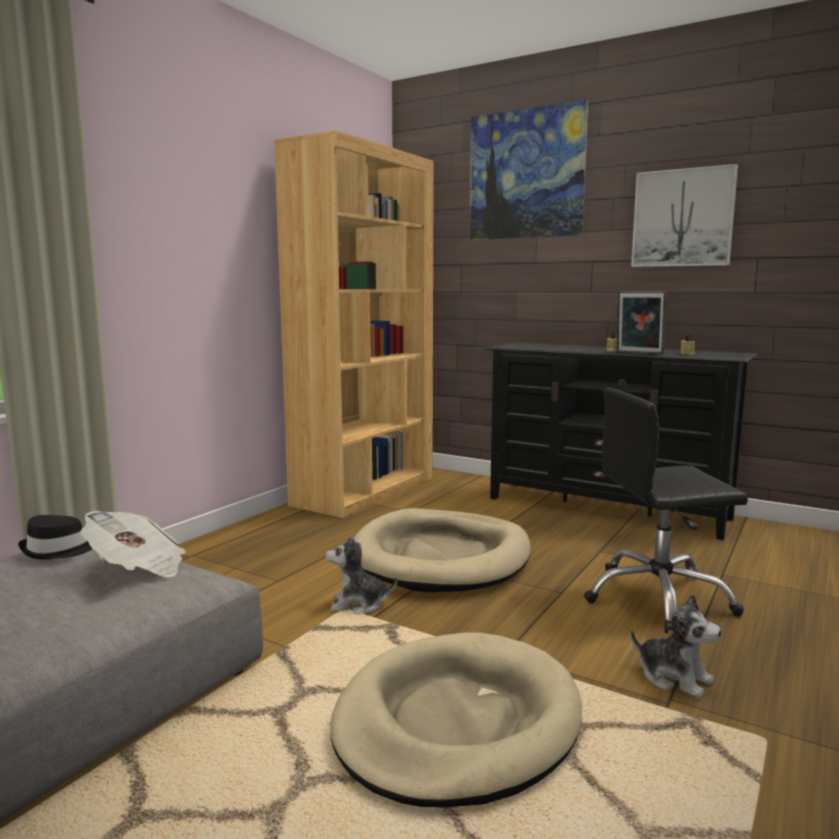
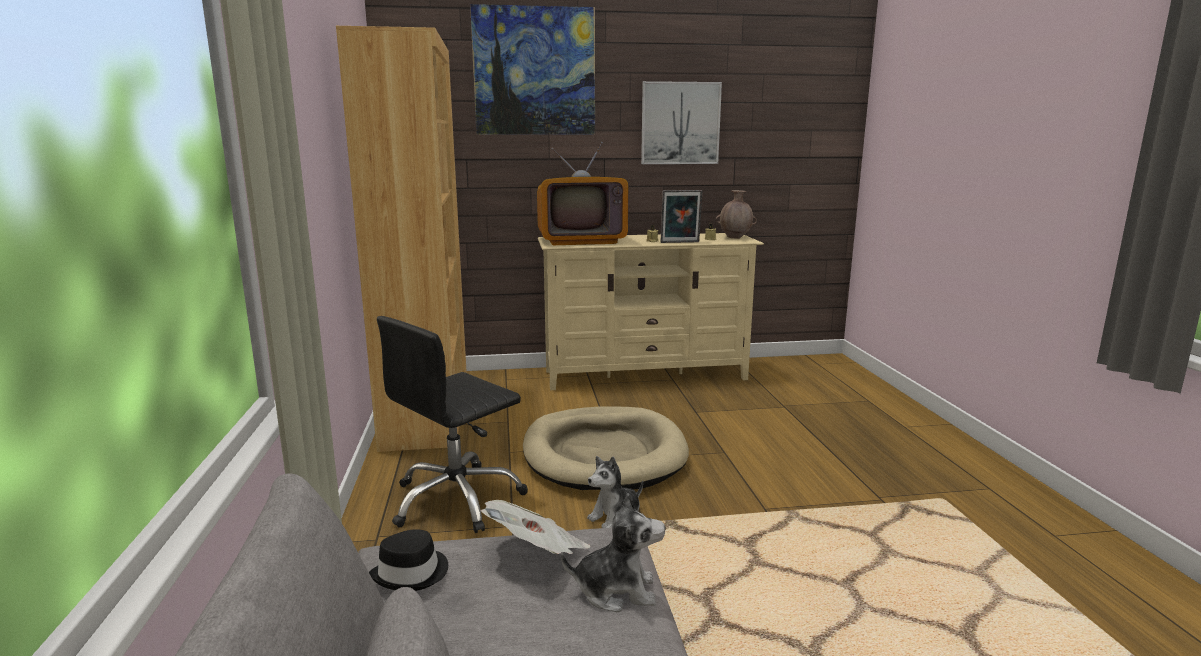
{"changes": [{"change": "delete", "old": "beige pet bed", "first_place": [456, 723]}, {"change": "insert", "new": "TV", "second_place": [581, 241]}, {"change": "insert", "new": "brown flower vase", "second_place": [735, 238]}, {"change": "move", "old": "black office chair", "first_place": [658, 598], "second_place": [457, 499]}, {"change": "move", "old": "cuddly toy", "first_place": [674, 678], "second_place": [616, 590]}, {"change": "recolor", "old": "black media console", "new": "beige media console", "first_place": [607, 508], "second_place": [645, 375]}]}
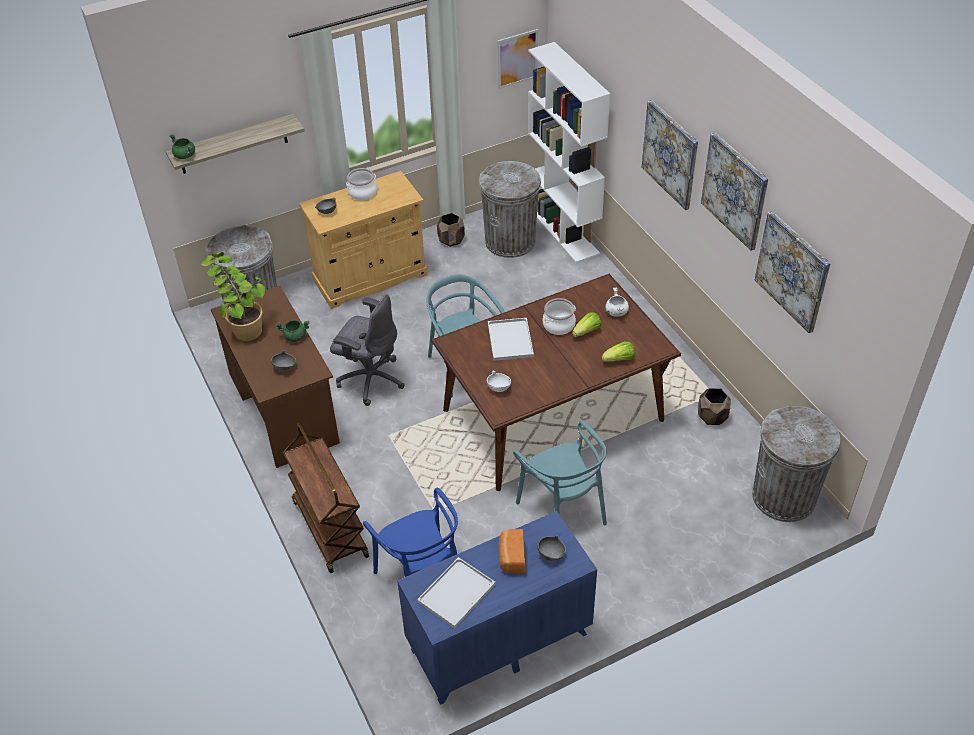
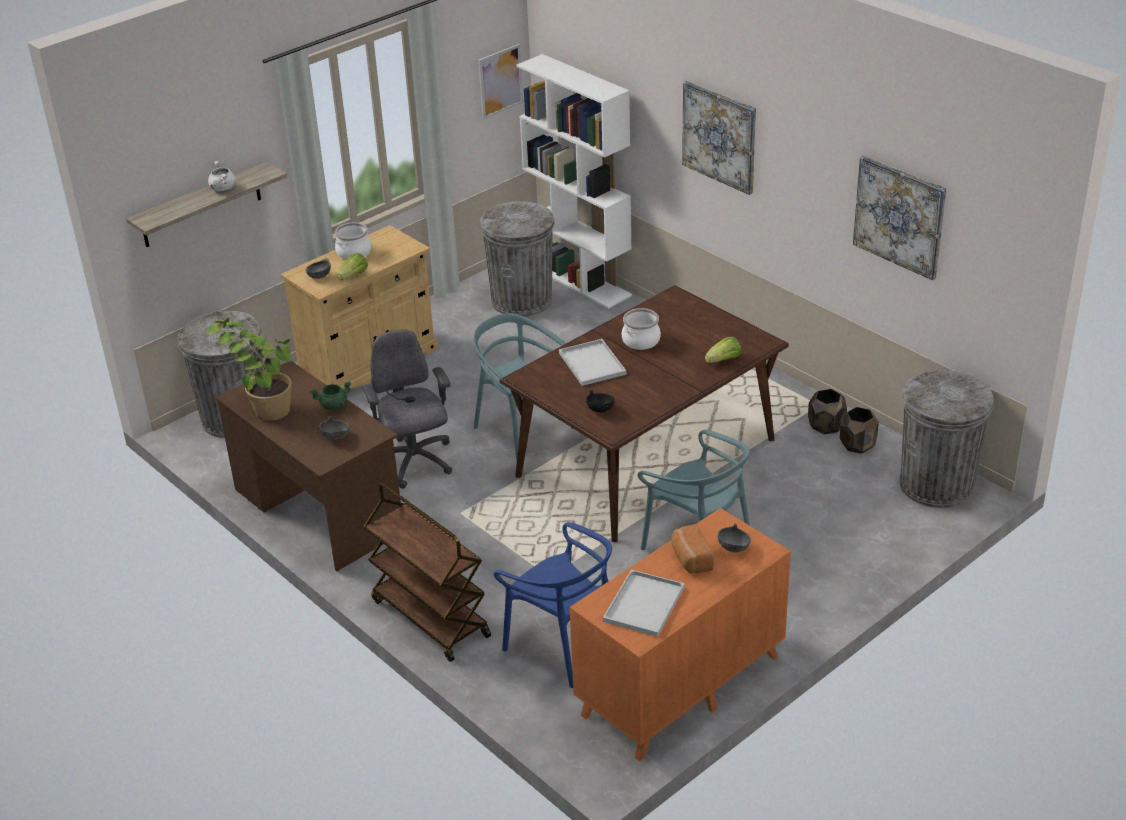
{"changes": [{"change": "delete", "old": "green cooking pot", "first_place": [185, 155]}, {"change": "delete", "old": "picture", "first_place": [735, 190]}, {"change": "move", "old": "brown flower pot", "first_place": [451, 240], "second_place": [858, 445]}, {"change": "move", "old": "lettuce", "first_place": [587, 332], "second_place": [353, 276]}, {"change": "move", "old": "white cooking pot", "first_place": [616, 312], "second_place": [222, 188]}, {"change": "recolor", "old": "blue-coloured drawer chest", "new": "orange drawer chest", "first_place": [498, 642], "second_place": [680, 686]}, {"change": "recolor", "old": "white serving bowl", "new": "black serving bowl", "first_place": [499, 387], "second_place": [600, 409]}, {"change": "rotate", "old": "grey office chair", "first_place": [370, 379], "second_place": [414, 462], "degrees": -120}]}
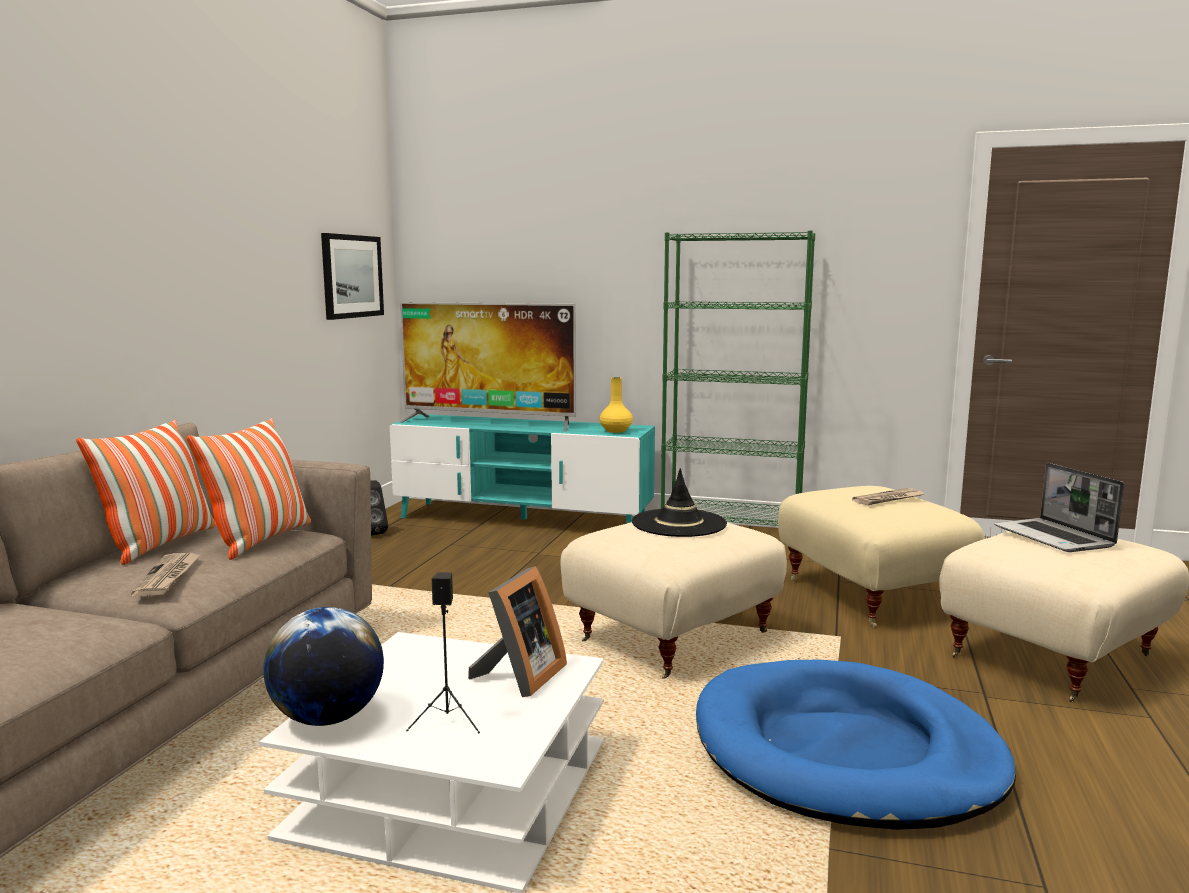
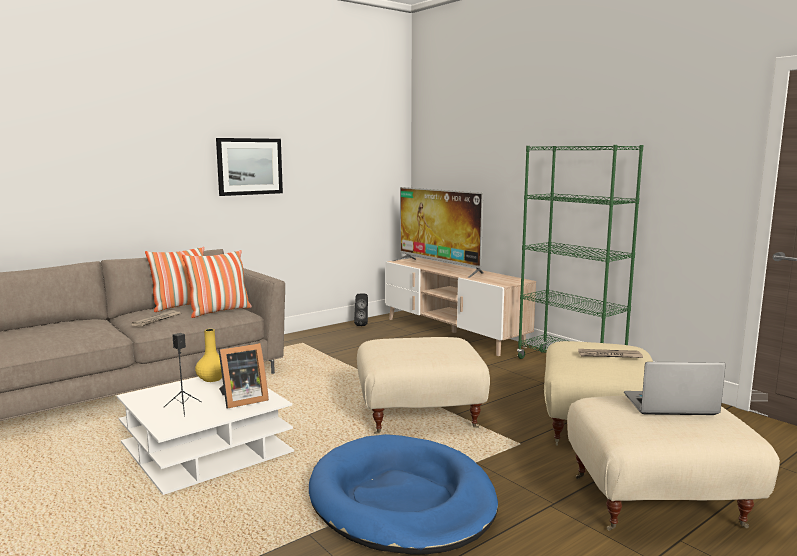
{"changes": [{"change": "delete", "old": "desk globe", "first_place": [328, 718]}, {"change": "delete", "old": "black clothing hat", "first_place": [679, 523]}, {"change": "move", "old": "picture", "first_place": [352, 276], "second_place": [249, 166]}, {"change": "move", "old": "yellowish flower vase", "first_place": [616, 431], "second_place": [212, 379]}, {"change": "recolor", "old": "turquoise-coloured media console", "new": "beige media console", "first_place": [522, 519], "second_place": [452, 332]}, {"change": "rotate", "old": "notebook computer", "first_place": [1055, 537], "second_place": [669, 405], "degrees": 75}]}
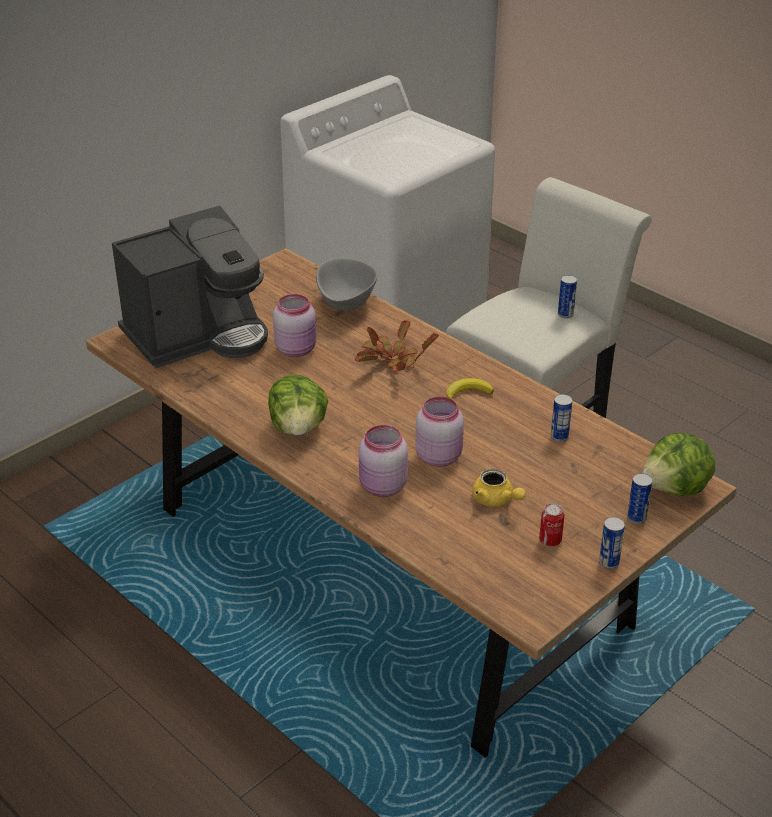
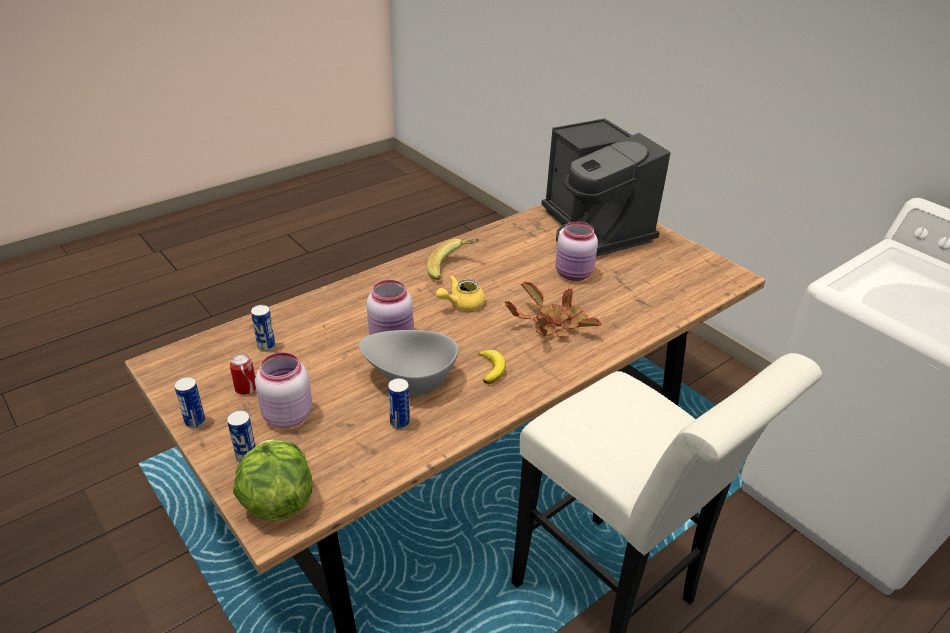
{"changes": [{"change": "move", "old": "grey serving bowl", "first_place": [345, 306], "second_place": [410, 381]}, {"change": "move", "old": "pinkish preserve jar", "first_place": [382, 487], "second_place": [287, 415]}, {"change": "move", "old": "yellowish pot for tea", "first_place": [496, 500], "second_place": [461, 304]}, {"change": "move", "old": "can", "first_place": [565, 314], "second_place": [266, 346]}, {"change": "replace", "old": "lettuce", "new": "banana fruit", "first_place": [299, 428], "second_place": [453, 269]}]}
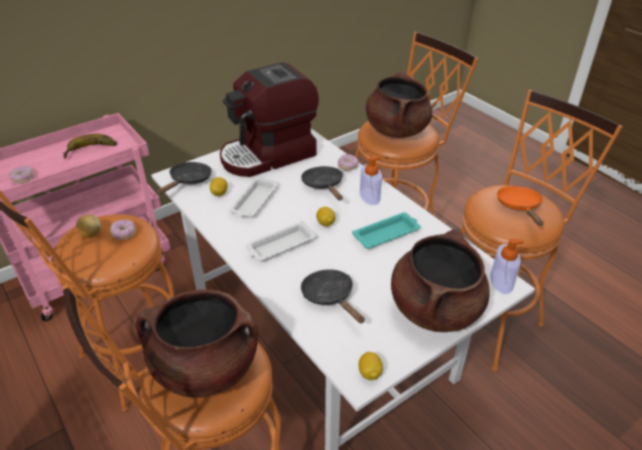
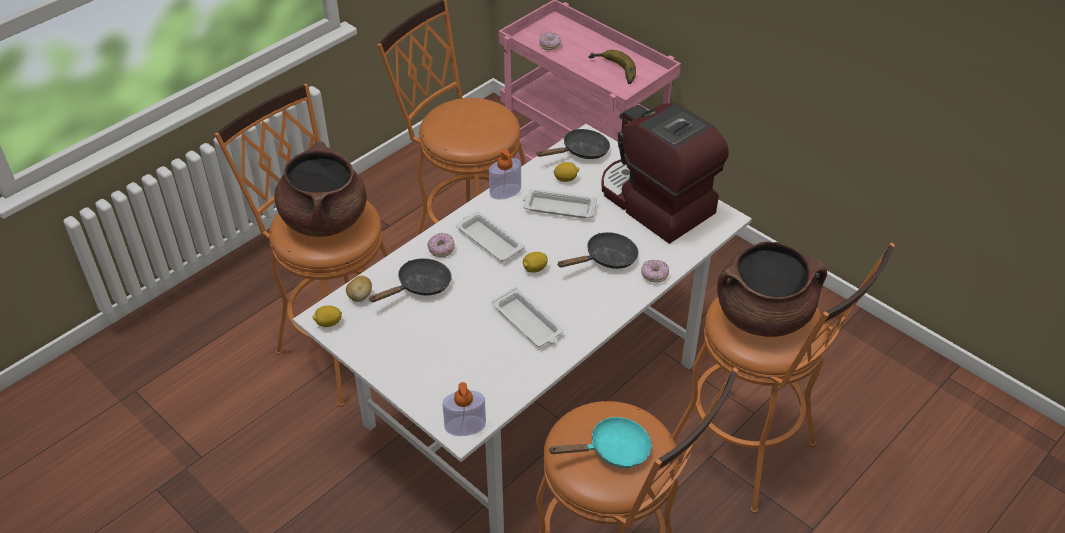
{"changes": [{"change": "delete", "old": "brown cooking pot", "first_place": [435, 308]}, {"change": "move", "old": "potato", "first_place": [90, 233], "second_place": [360, 296]}, {"change": "move", "old": "donut", "first_place": [124, 234], "second_place": [441, 249]}, {"change": "move", "old": "soap bottle", "first_place": [369, 196], "second_place": [505, 191]}, {"change": "recolor", "old": "turquoise-coloured tray", "new": "white tray", "first_place": [387, 234], "second_place": [528, 322]}, {"change": "recolor", "old": "orange skillet", "new": "turquoise-coloured skillet", "first_place": [519, 206], "second_place": [613, 450]}, {"change": "rotate", "old": "black skillet", "first_place": [188, 181], "second_place": [581, 152], "degrees": -45}]}
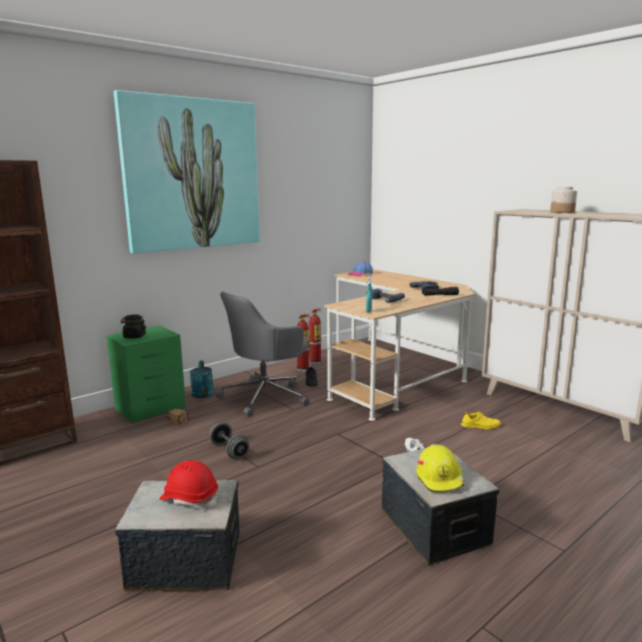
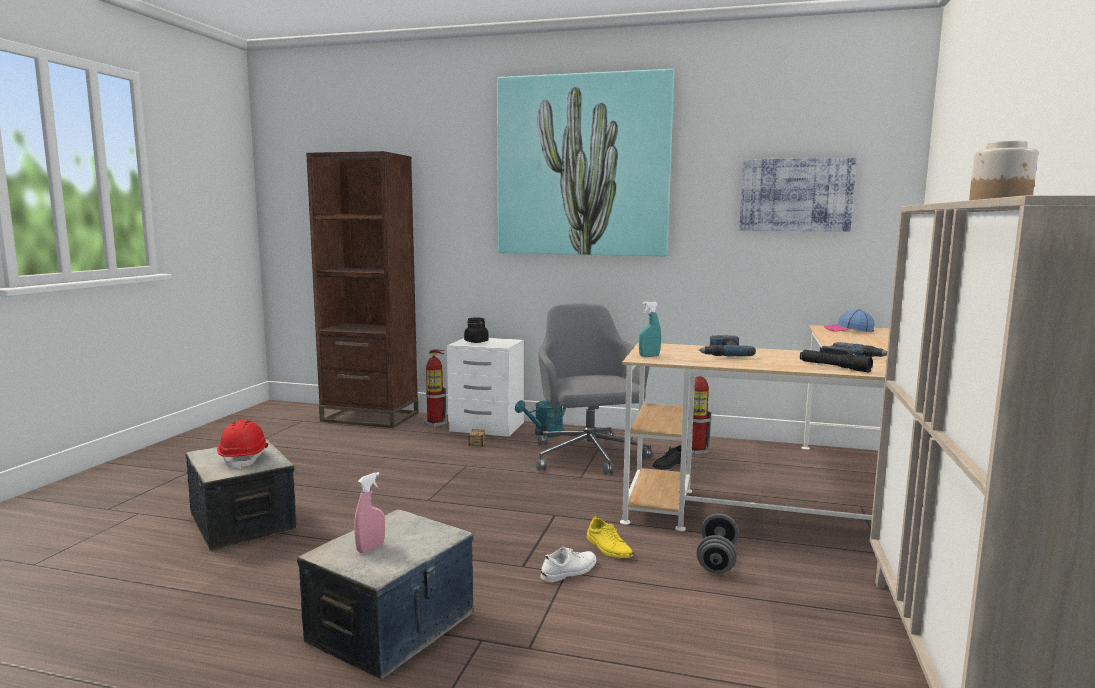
{"changes": [{"change": "insert", "new": "picture", "second_place": [795, 195]}, {"change": "move", "old": "grey free weight", "first_place": [229, 451], "second_place": [717, 559]}, {"change": "move", "old": "extinguisher", "first_place": [315, 362], "second_place": [435, 424]}, {"change": "move", "old": "yellowish low shoe", "first_place": [480, 426], "second_place": [608, 548]}, {"change": "replace", "old": "yellowish hard hat", "new": "pinkish spray bottle", "first_place": [440, 478], "second_place": [370, 548]}, {"change": "recolor", "old": "green bedside table", "new": "white bedside table", "first_place": [152, 407], "second_place": [488, 427]}, {"change": "rotate", "old": "grey office chair", "first_place": [265, 396], "second_place": [588, 457], "degrees": 60}]}
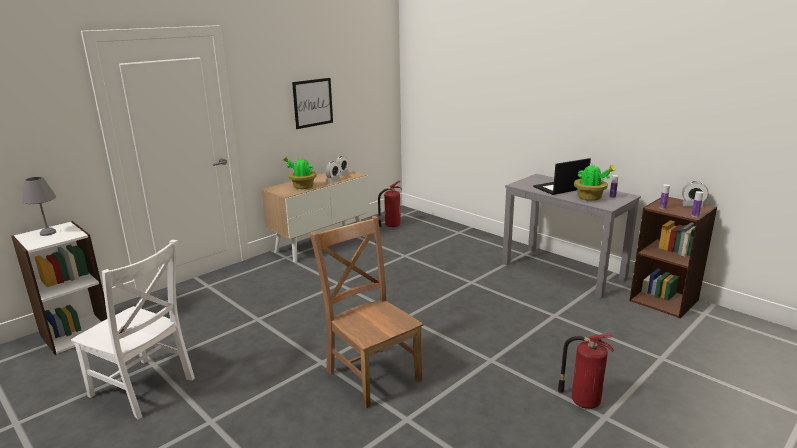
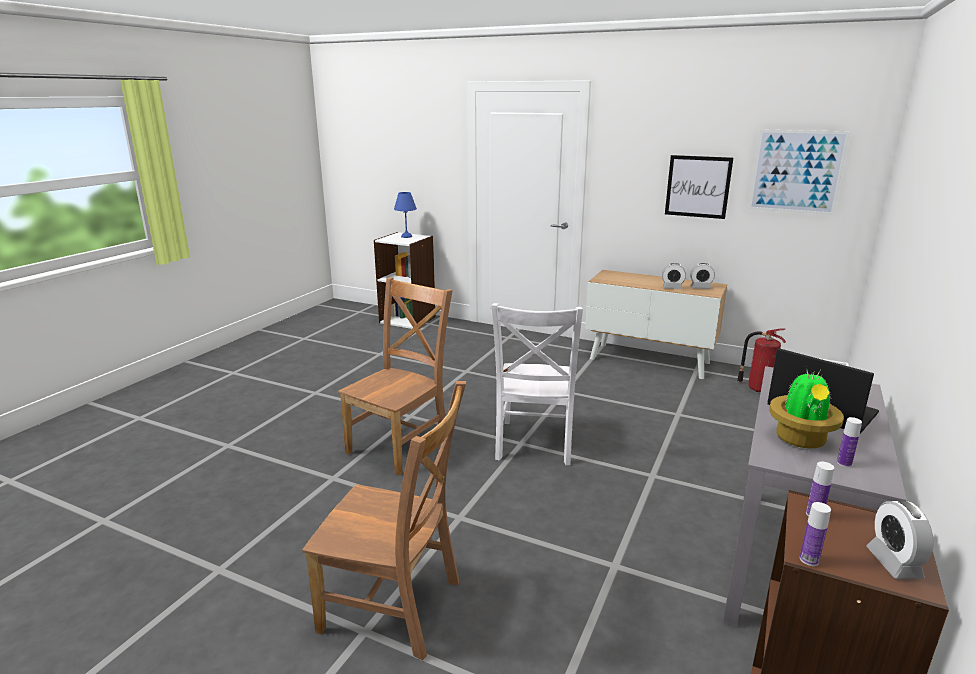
{"changes": [{"change": "delete", "old": "plant in a pot", "first_place": [302, 187]}, {"change": "insert", "new": "picture", "second_place": [796, 172]}, {"change": "move", "old": "white chair", "first_place": [144, 389], "second_place": [534, 444]}, {"change": "replace", "old": "extinguisher", "new": "brown chair", "first_place": [583, 401], "second_place": [396, 608]}, {"change": "recolor", "old": "grey lamp for a table", "new": "blue-coloured lamp for a table", "first_place": [48, 233], "second_place": [406, 236]}]}
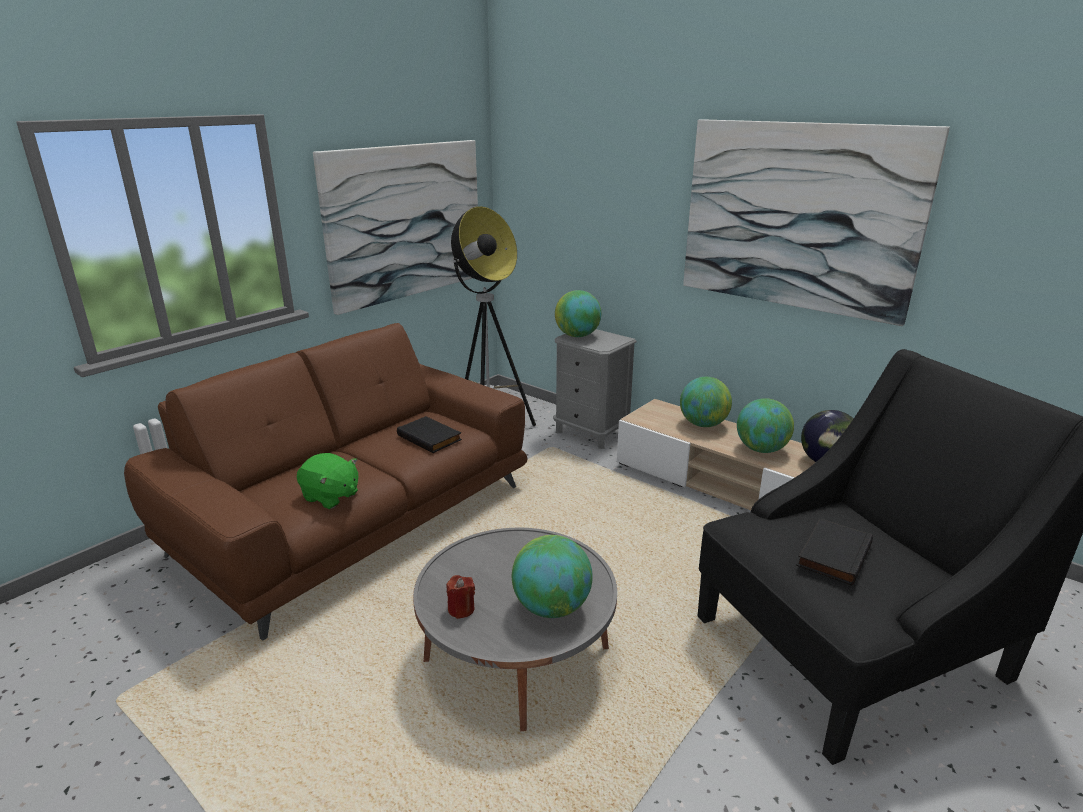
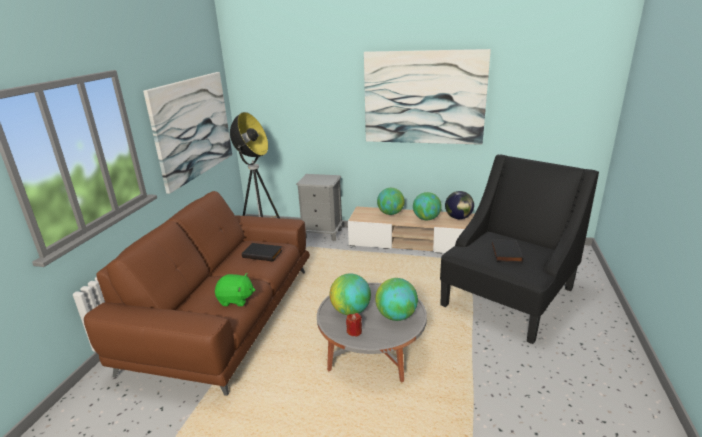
{"changes": [{"change": "move", "old": "desk globe", "first_place": [577, 336], "second_place": [350, 311]}]}
